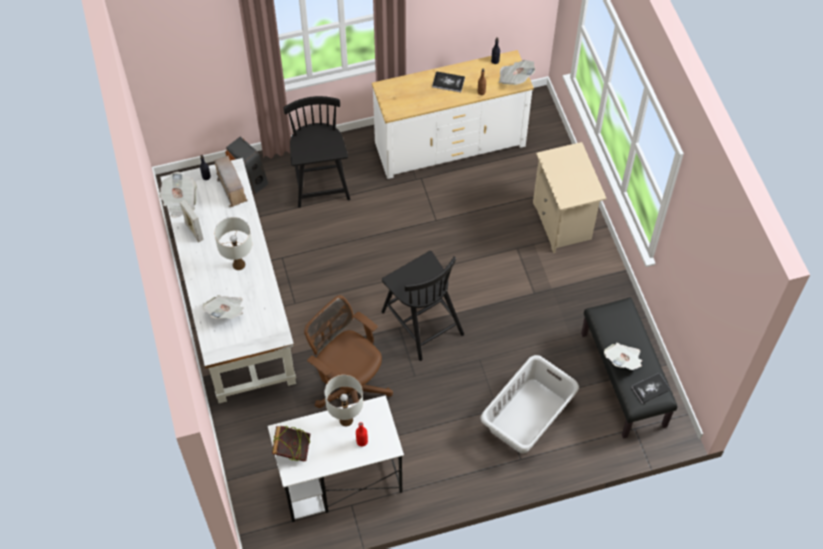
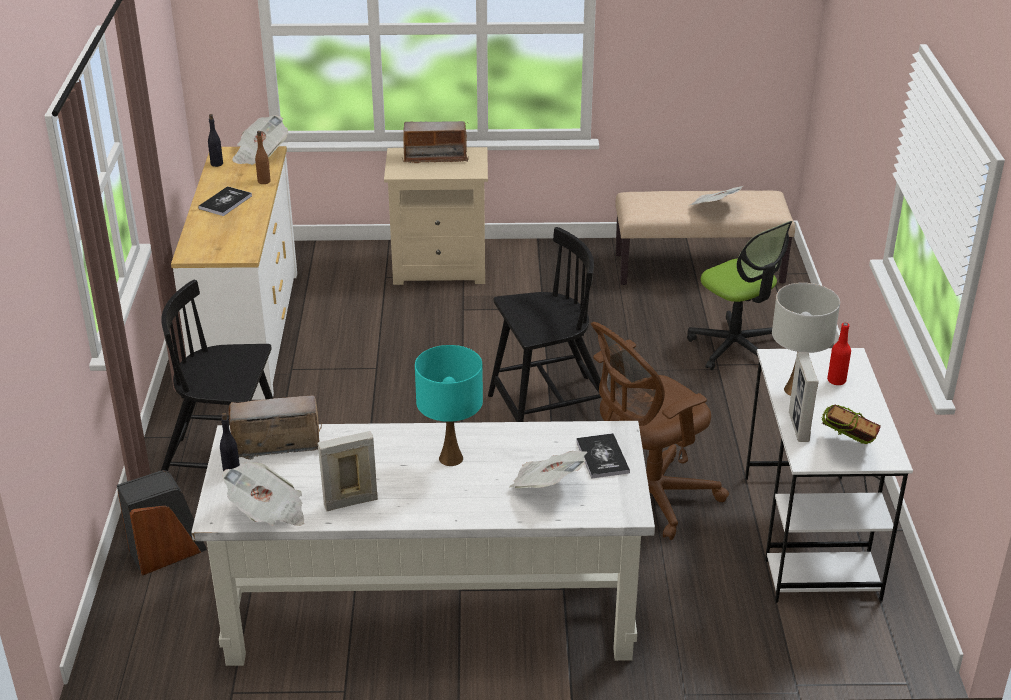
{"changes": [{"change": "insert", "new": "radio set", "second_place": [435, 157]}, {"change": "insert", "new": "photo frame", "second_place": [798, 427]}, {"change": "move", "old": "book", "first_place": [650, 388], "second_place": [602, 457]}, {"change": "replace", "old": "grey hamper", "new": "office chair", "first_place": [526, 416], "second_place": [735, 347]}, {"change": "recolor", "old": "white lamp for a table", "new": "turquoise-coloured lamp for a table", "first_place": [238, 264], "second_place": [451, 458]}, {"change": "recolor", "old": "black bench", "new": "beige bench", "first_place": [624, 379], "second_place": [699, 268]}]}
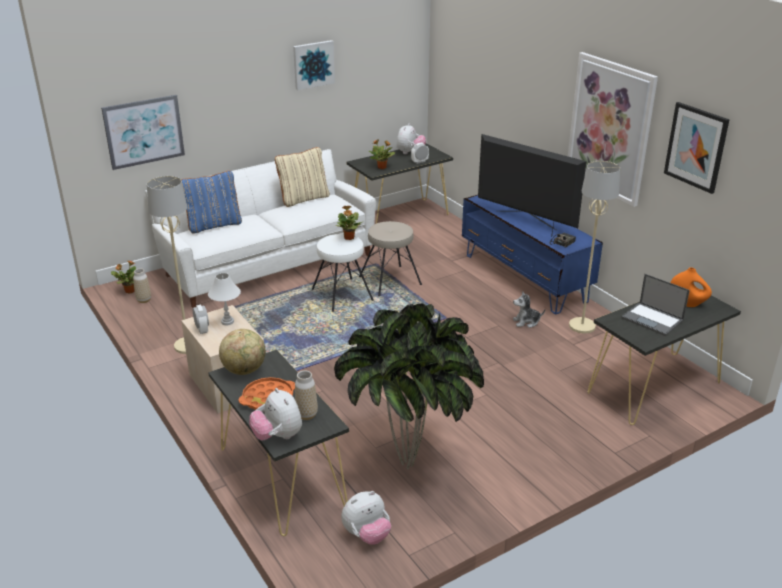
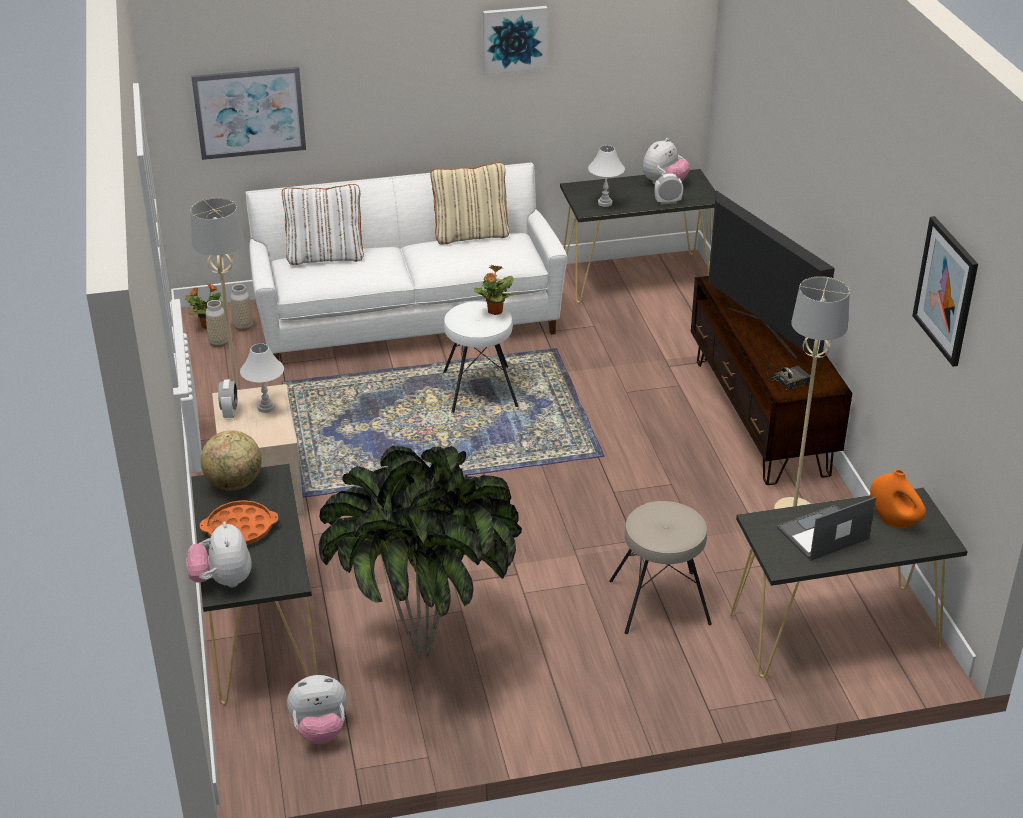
{"changes": [{"change": "delete", "old": "cuddly toy", "first_place": [526, 322]}, {"change": "delete", "old": "picture", "first_place": [610, 128]}, {"change": "move", "old": "flower vase", "first_place": [306, 415], "second_place": [243, 327]}, {"change": "move", "old": "beige stool", "first_place": [390, 281], "second_place": [660, 603]}, {"change": "replace", "old": "plant in a pot", "new": "white lamp for a table", "first_place": [382, 167], "second_place": [605, 203]}, {"change": "recolor", "old": "blue-coloured pillow", "new": "white pillow", "first_place": [214, 225], "second_place": [325, 256]}, {"change": "recolor", "old": "blue-coloured media console", "new": "brown media console", "first_place": [524, 278], "second_place": [759, 416]}, {"change": "rotate", "old": "notebook computer", "first_place": [653, 319], "second_place": [822, 534], "degrees": 90}]}
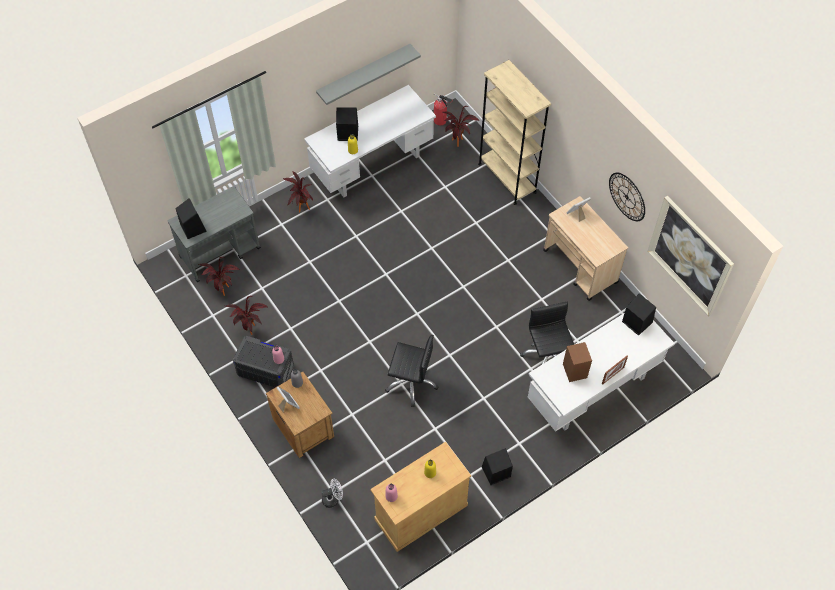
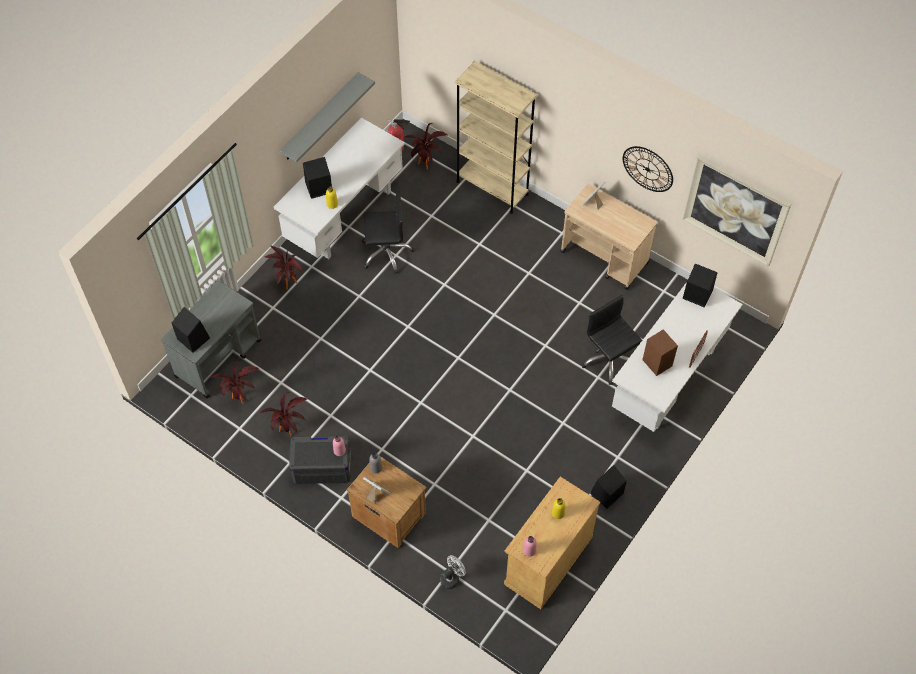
{"changes": [{"change": "move", "old": "black office chair", "first_place": [411, 382], "second_place": [386, 252]}]}
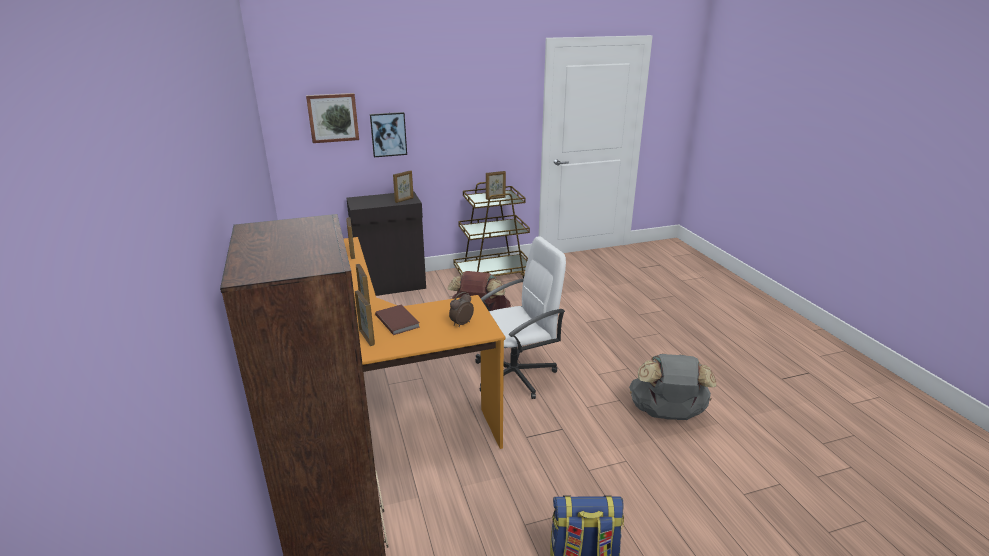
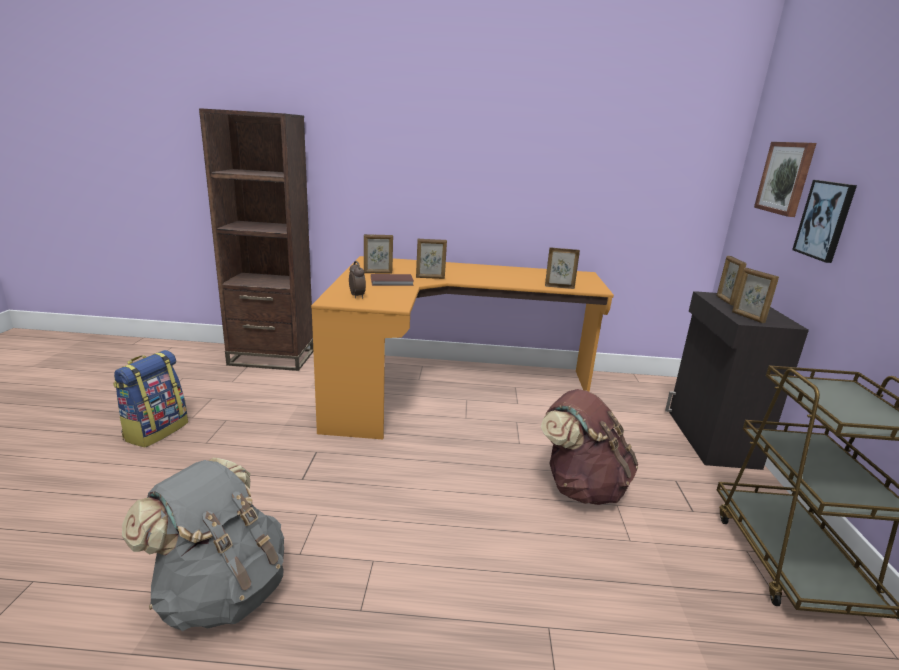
{"changes": [{"change": "delete", "old": "white office chair", "first_place": [515, 374]}, {"change": "move", "old": "photo frame", "first_place": [495, 198], "second_place": [725, 301]}]}
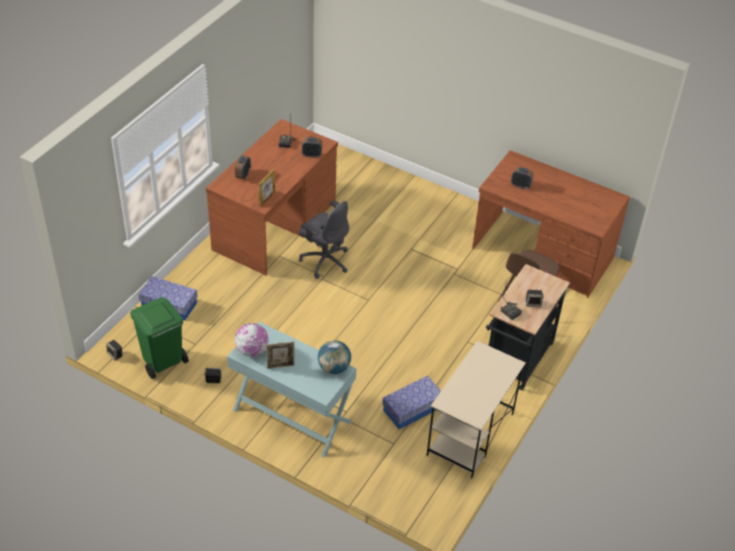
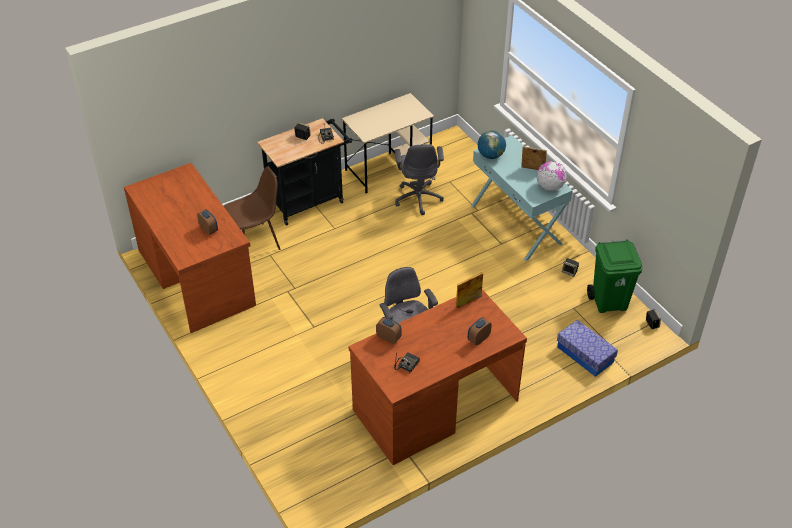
{"changes": [{"change": "replace", "old": "storage box", "new": "grey office chair", "first_place": [412, 409], "second_place": [418, 198]}]}
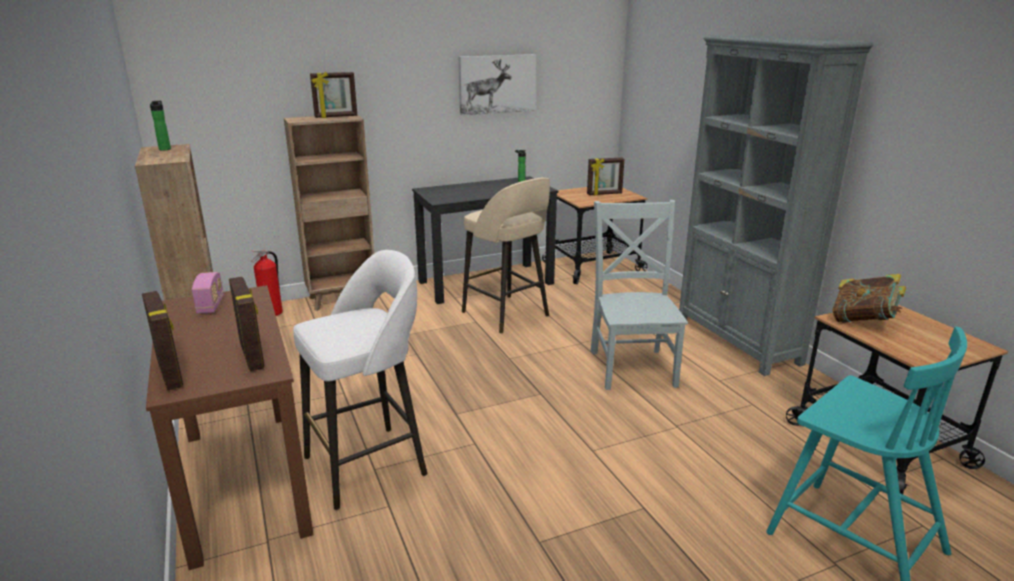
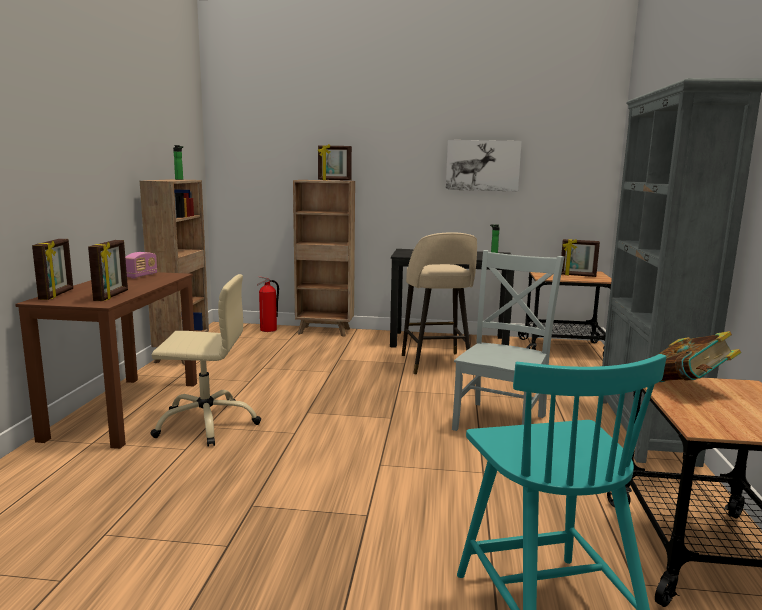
{"changes": [{"change": "replace", "old": "white stool", "new": "beige office chair", "first_place": [369, 464], "second_place": [207, 423]}]}
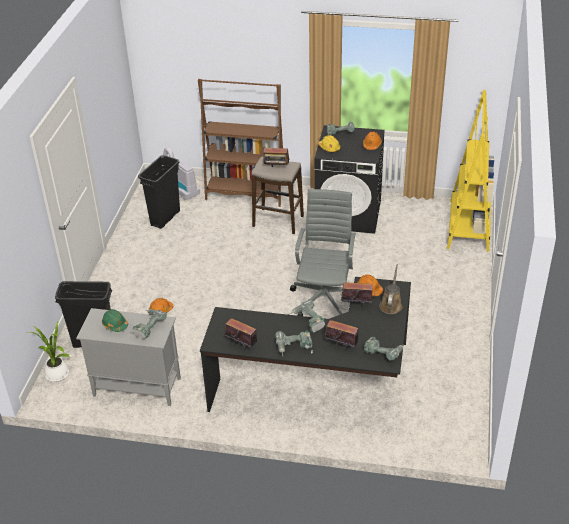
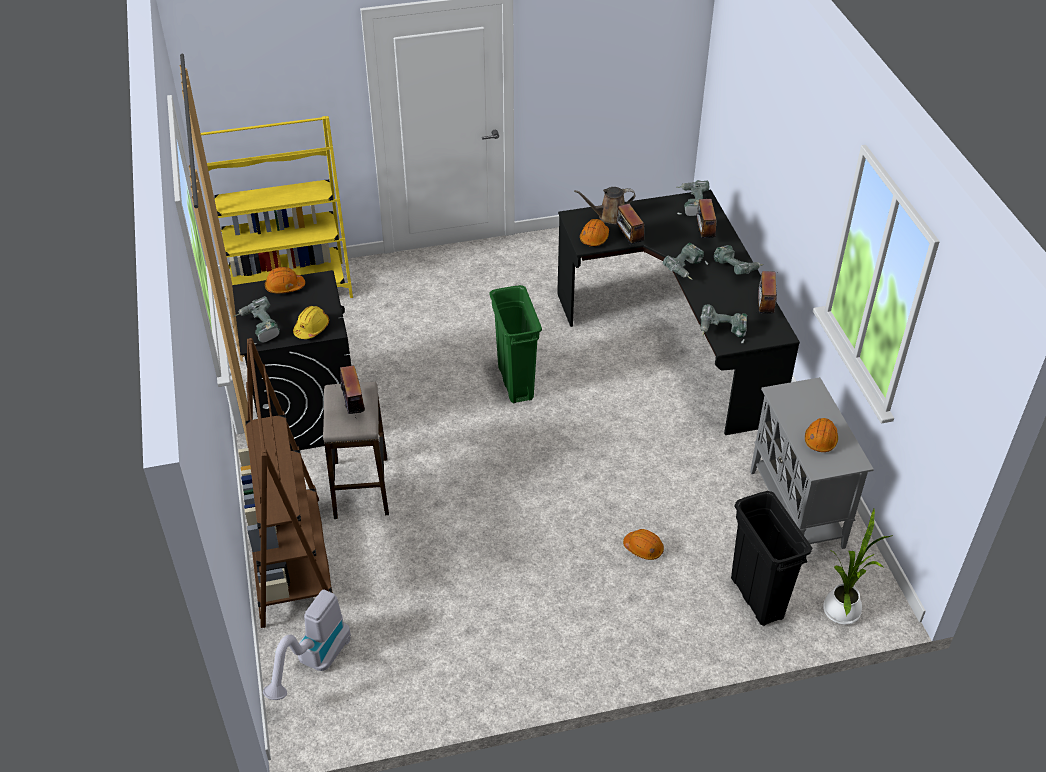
{"changes": [{"change": "delete", "old": "black rubbish bin", "first_place": [165, 218]}, {"change": "move", "old": "drill", "first_place": [148, 327], "second_place": [721, 332]}, {"change": "replace", "old": "grey office chair", "new": "green rubbish bin", "first_place": [325, 298], "second_place": [515, 383]}, {"change": "recolor", "old": "green hard hat", "new": "orange hard hat", "first_place": [115, 324], "second_place": [820, 440]}]}
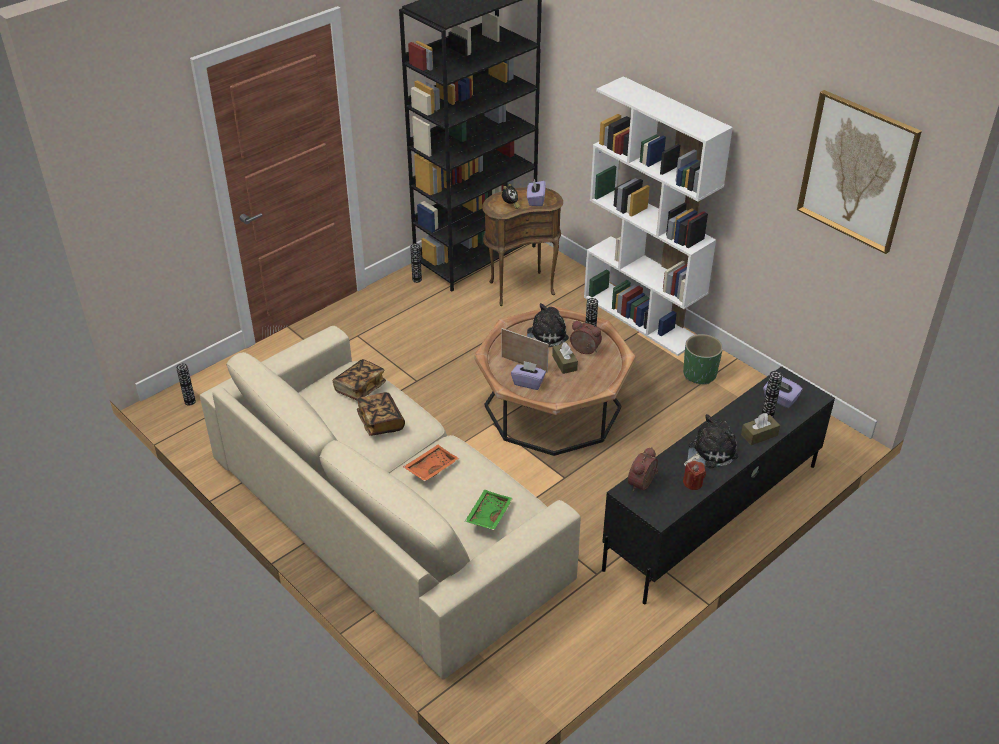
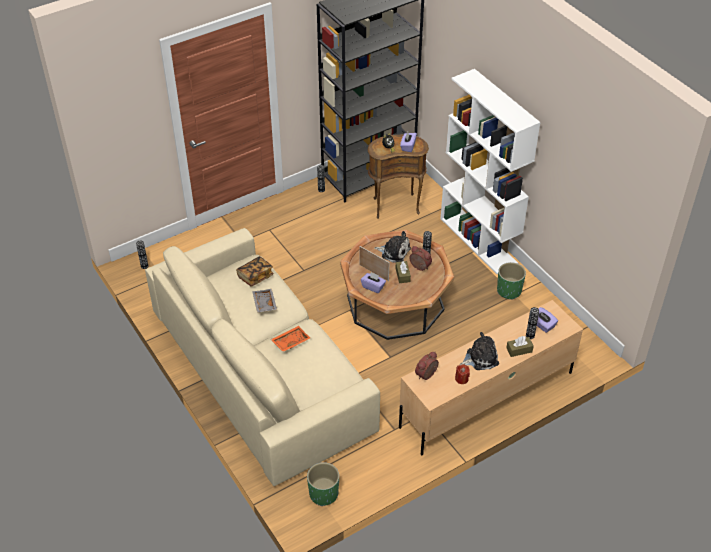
{"changes": [{"change": "delete", "old": "green tray", "first_place": [488, 514]}, {"change": "delete", "old": "picture", "first_place": [857, 171]}, {"change": "insert", "new": "green flower pot", "second_place": [323, 493]}, {"change": "replace", "old": "book", "new": "grey tray", "first_place": [380, 422], "second_place": [264, 304]}, {"change": "recolor", "old": "black media console", "new": "beige media console", "first_place": [711, 516], "second_place": [485, 399]}, {"change": "rotate", "old": "cuddly toy", "first_place": [544, 336], "second_place": [394, 252], "degrees": 45}]}
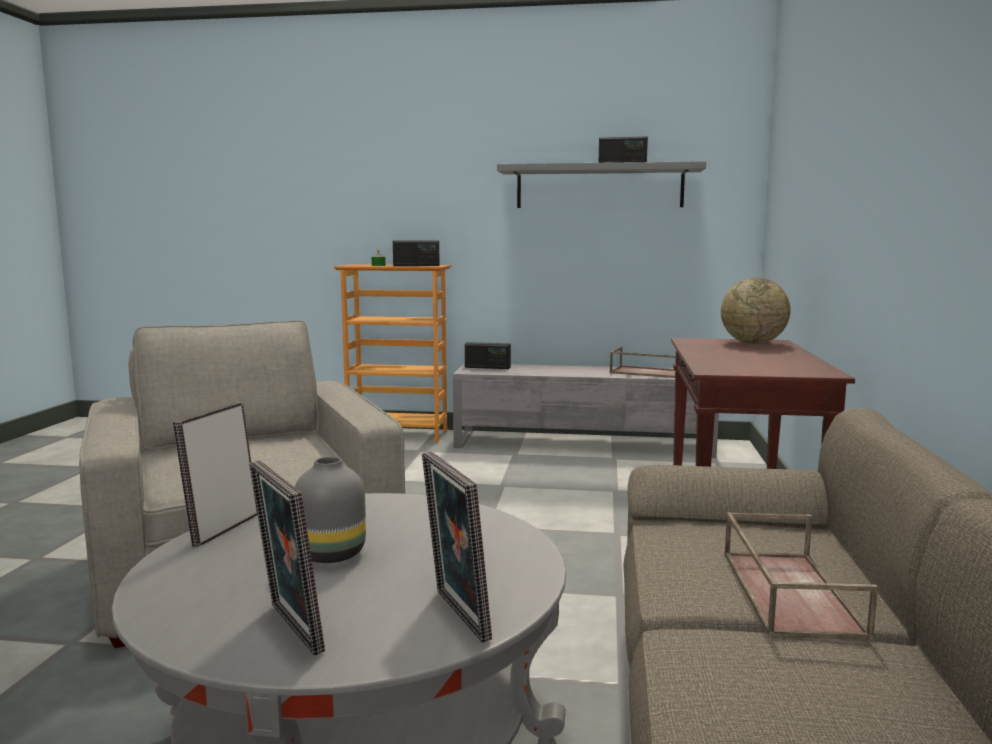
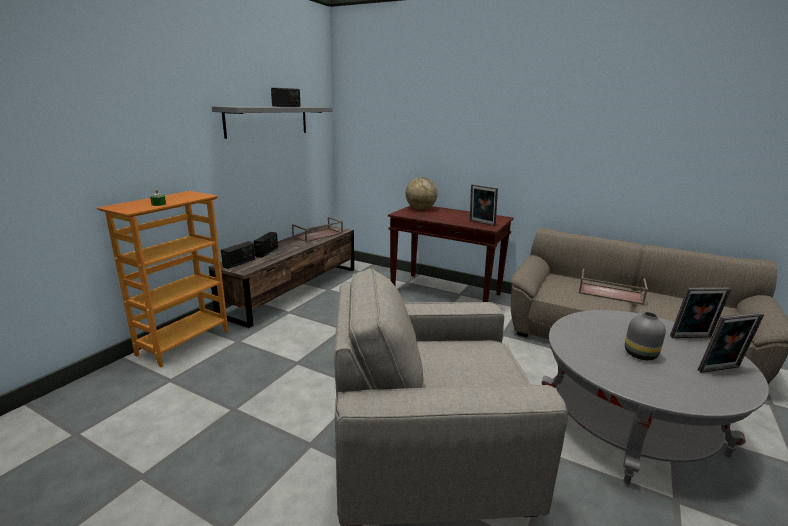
{"changes": [{"change": "move", "old": "photo frame", "first_place": [222, 529], "second_place": [481, 223]}, {"change": "move", "old": "radio set", "first_place": [416, 265], "second_place": [267, 252]}, {"change": "recolor", "old": "grey media console", "new": "brown media console", "first_place": [584, 444], "second_place": [294, 290]}]}
